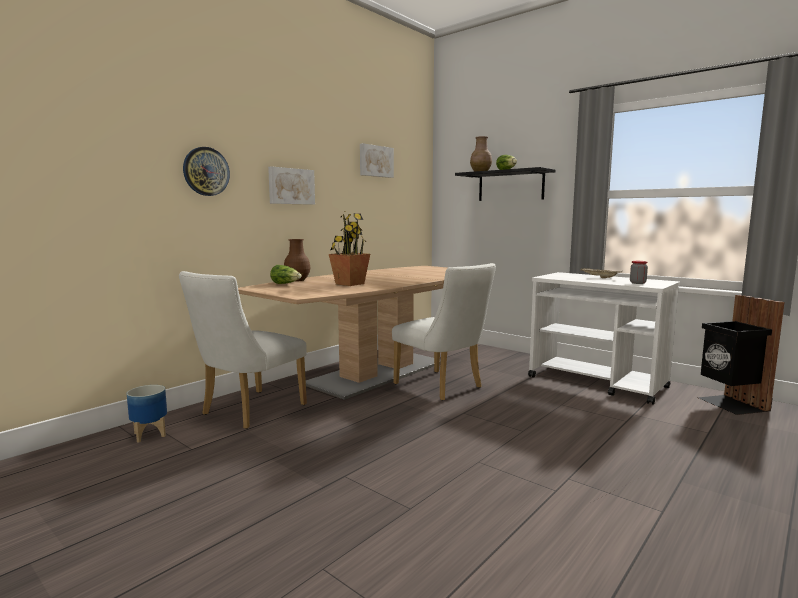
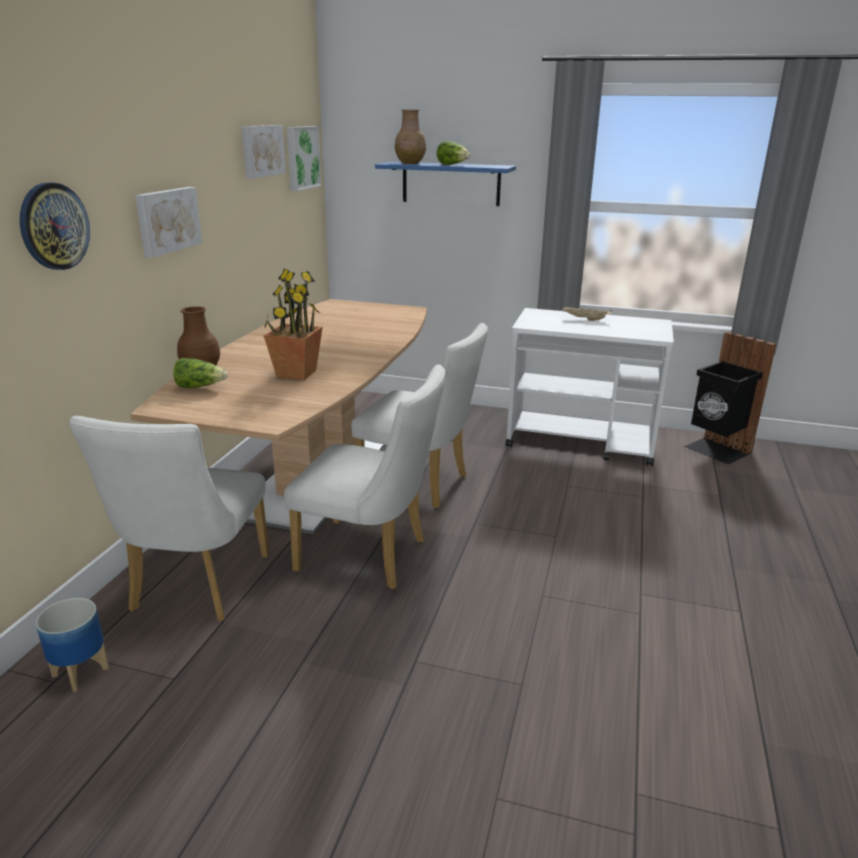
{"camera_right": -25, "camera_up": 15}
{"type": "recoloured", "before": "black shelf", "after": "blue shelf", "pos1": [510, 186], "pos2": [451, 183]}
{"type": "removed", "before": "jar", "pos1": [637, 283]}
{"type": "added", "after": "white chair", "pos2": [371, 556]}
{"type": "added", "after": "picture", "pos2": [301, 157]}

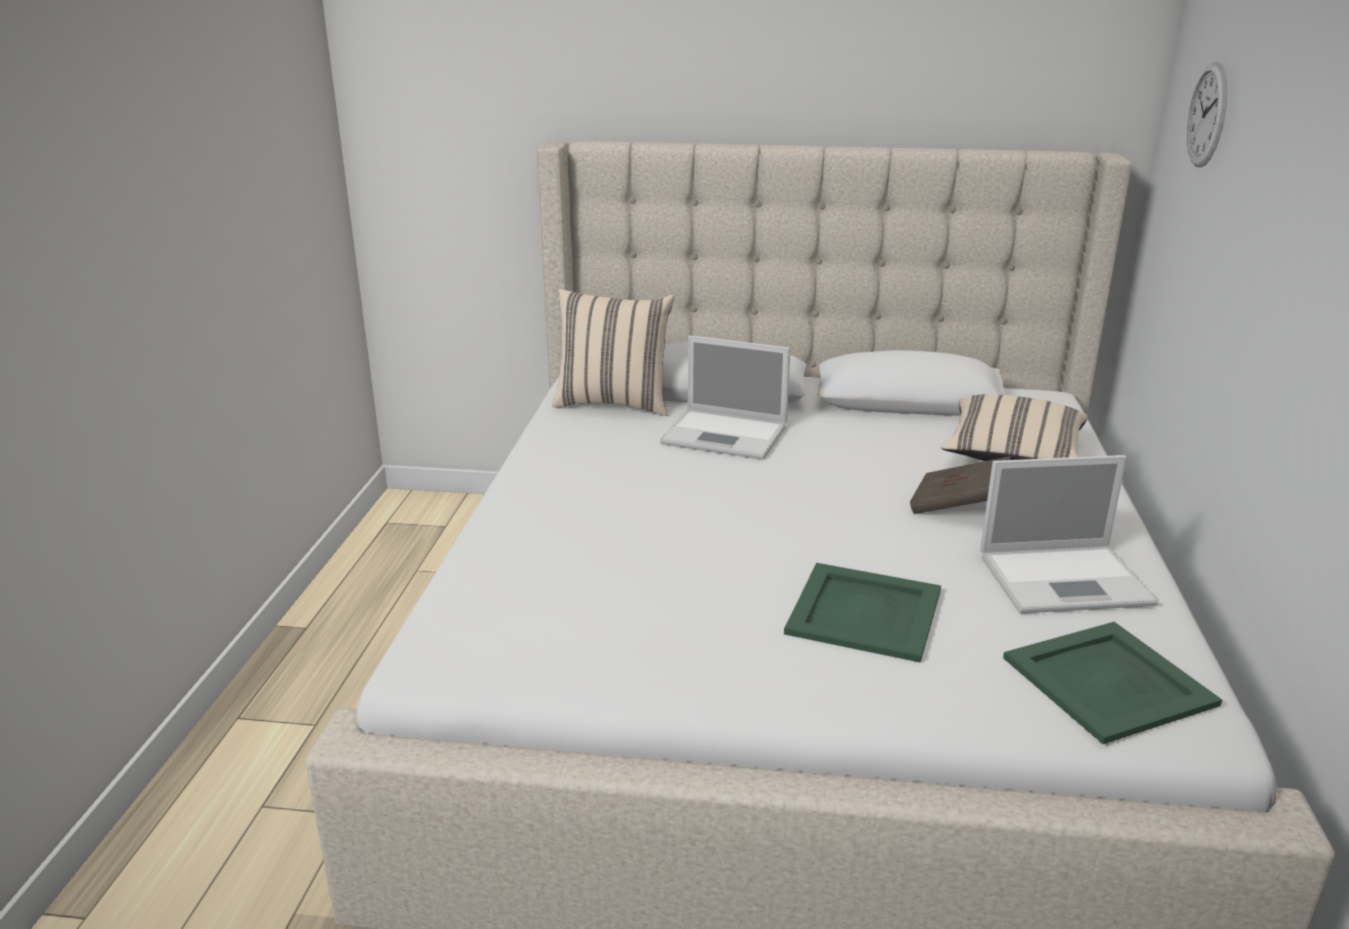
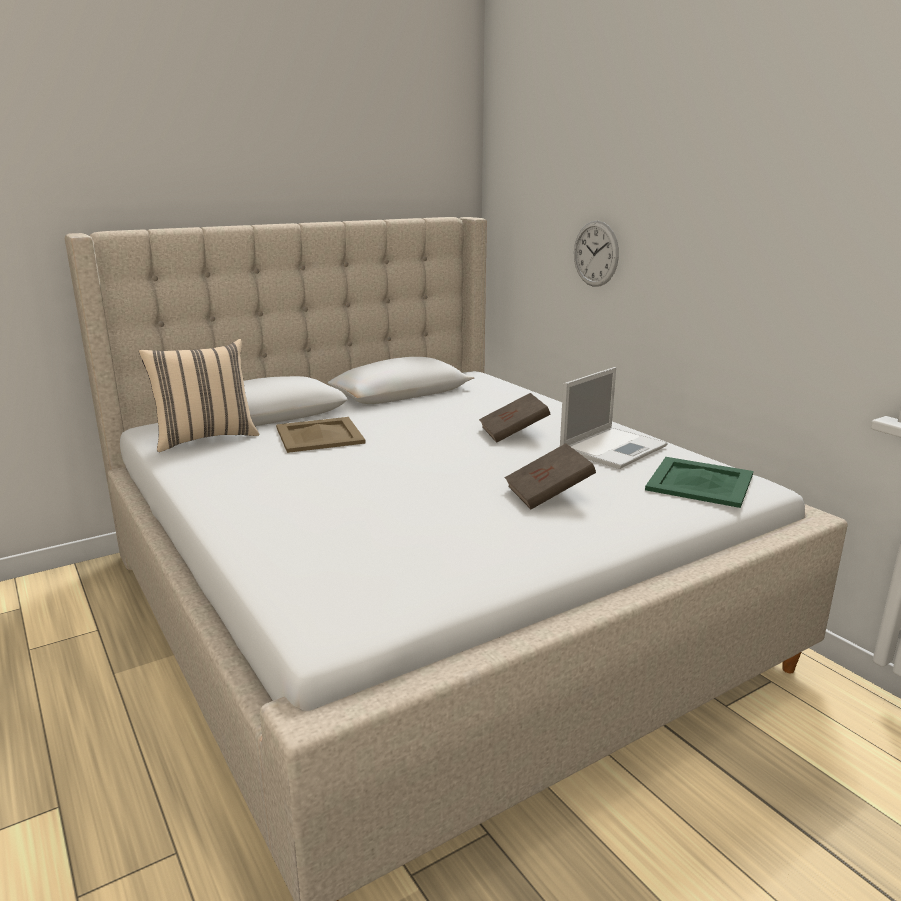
{"camera_right": -40, "camera_up": -5}
{"type": "replaced", "before": "laptop", "after": "beige tray", "pos1": [727, 435], "pos2": [320, 435]}
{"type": "replaced", "before": "green tray", "after": "brown book", "pos1": [863, 611], "pos2": [548, 494]}
{"type": "removed", "before": "beige pillow", "pos1": [1013, 457]}
{"type": "moved", "before": "wall clock", "pos1": [1207, 115], "pos2": [595, 254]}

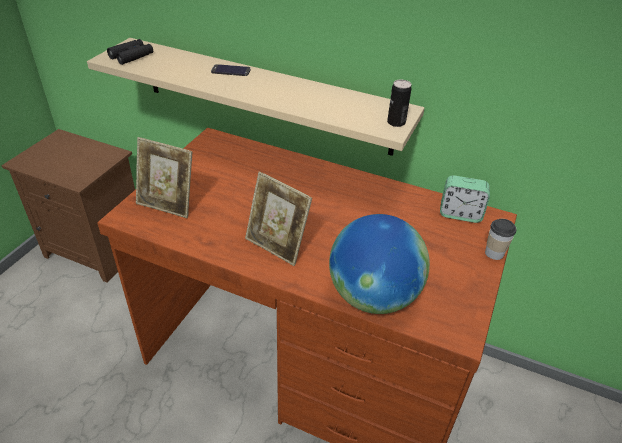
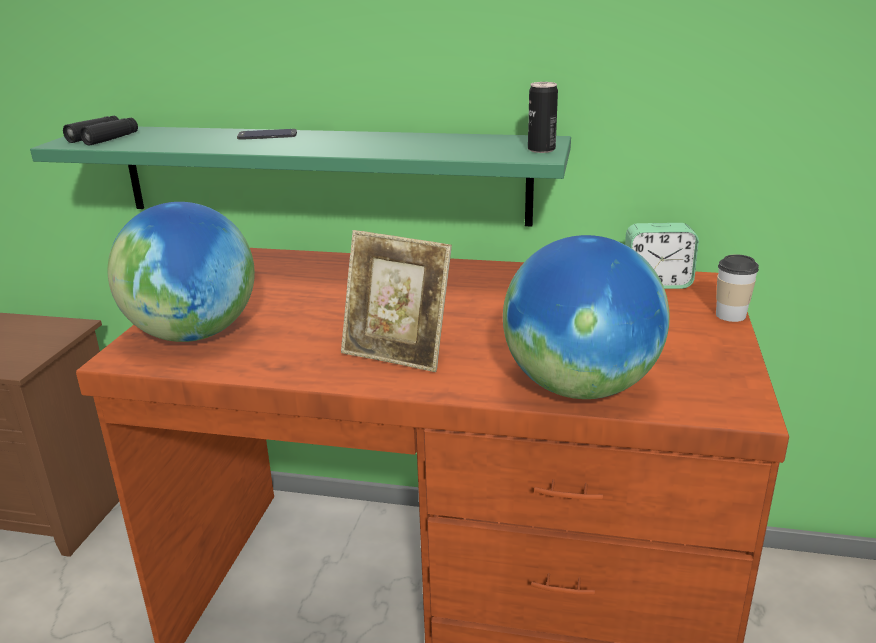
{"camera_right": -10, "camera_up": -15}
{"type": "recoloured", "before": "beige shelf", "after": "green shelf", "pos1": [265, 95], "pos2": [321, 174]}
{"type": "replaced", "before": "picture frame", "after": "globe", "pos1": [167, 204], "pos2": [195, 334]}

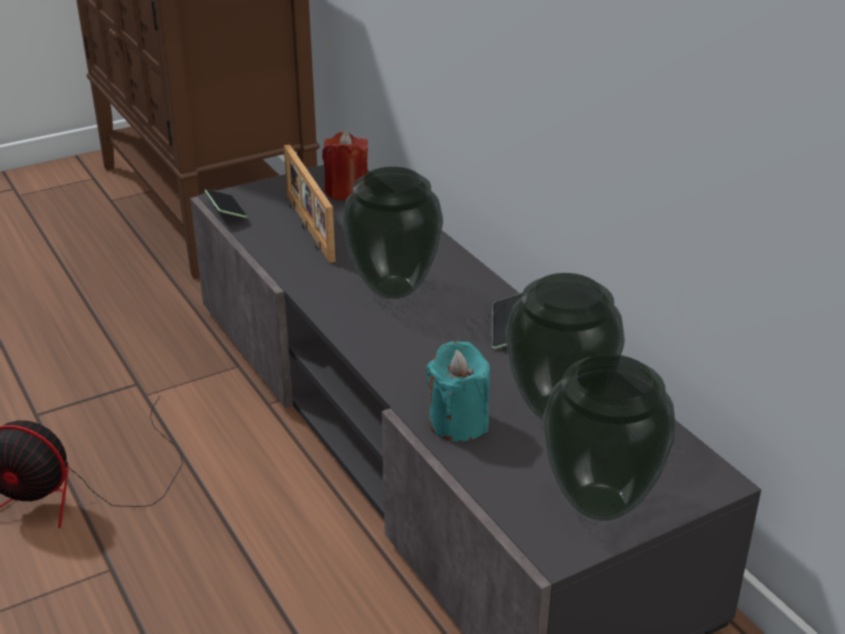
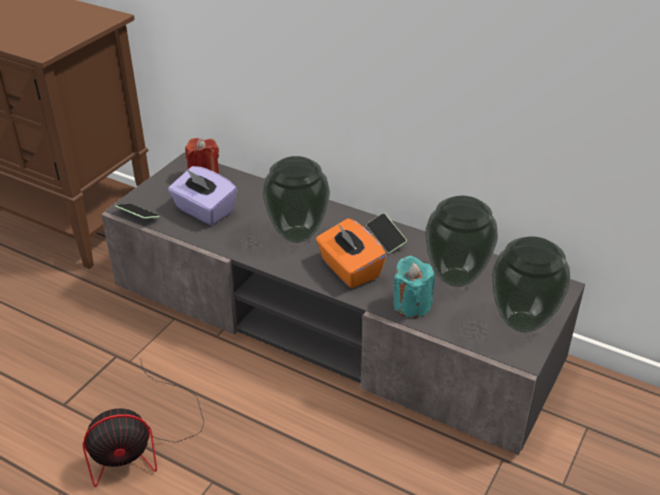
{"camera_right": -30, "camera_up": 5}
{"type": "replaced", "before": "picture frame", "after": "purple tissue box", "pos1": [307, 228], "pos2": [204, 211]}
{"type": "added", "after": "orange tissue box", "pos2": [349, 269]}

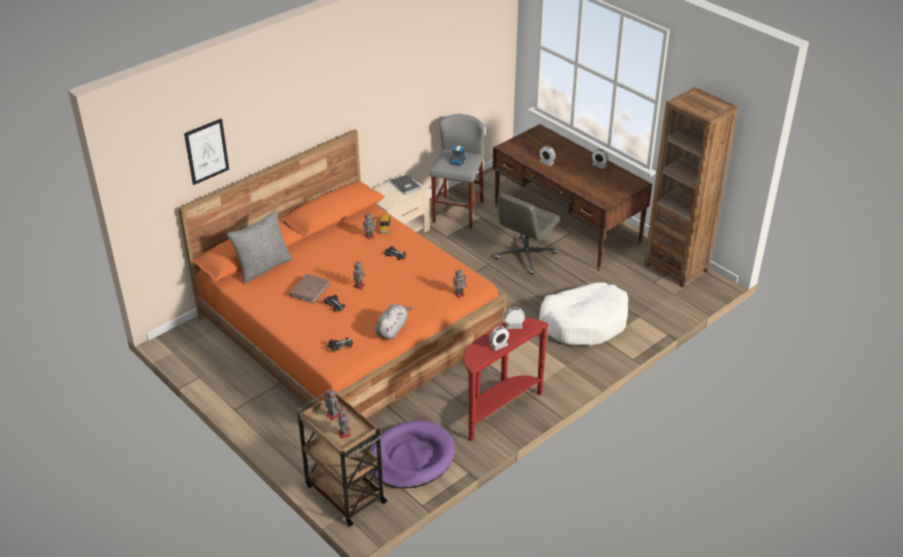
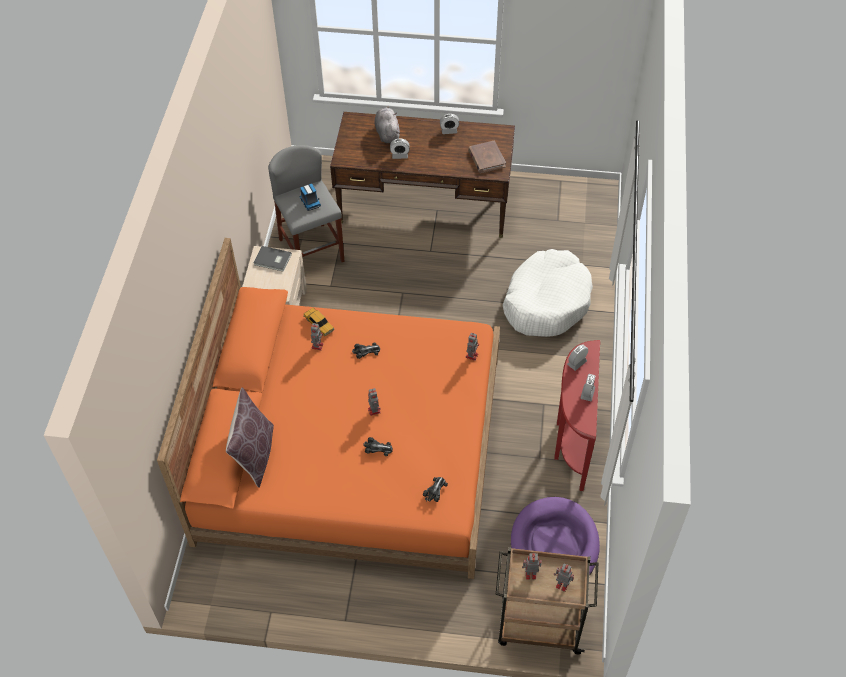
{"camera_right": -40, "camera_up": 15}
{"type": "removed", "before": "picture", "pos1": [206, 151]}
{"type": "recoloured", "before": "grey pillow", "after": "brown pillow", "pos1": [263, 267], "pos2": [254, 454]}
{"type": "moved", "before": "brown book", "pos1": [309, 290], "pos2": [486, 158]}
{"type": "moved", "before": "grey plush toy", "pos1": [392, 329], "pos2": [387, 133]}
{"type": "removed", "before": "grey office chair", "pos1": [525, 256]}
{"type": "removed", "before": "brown bookcase", "pos1": [676, 267]}

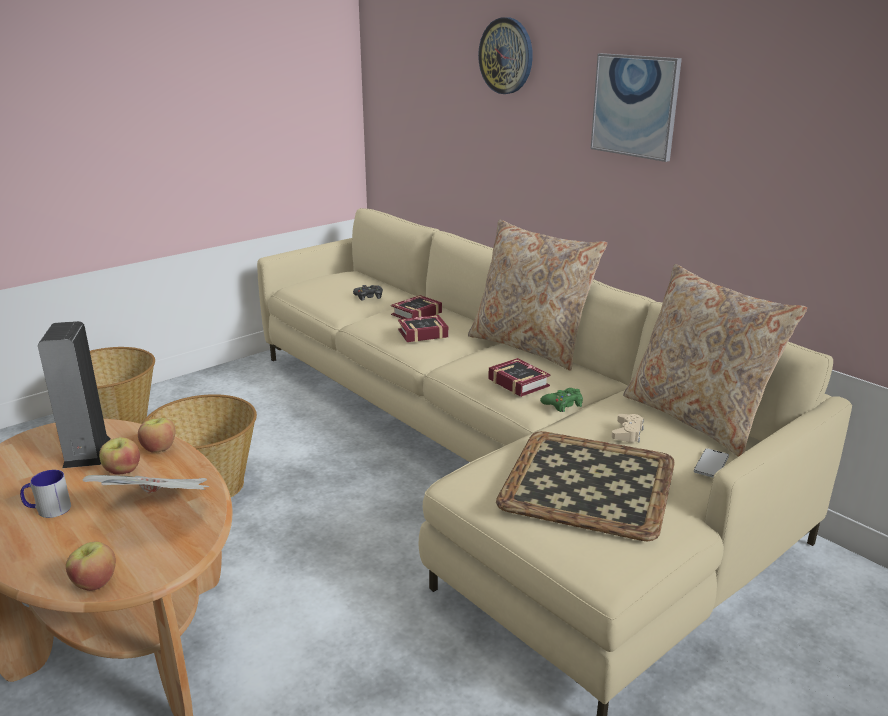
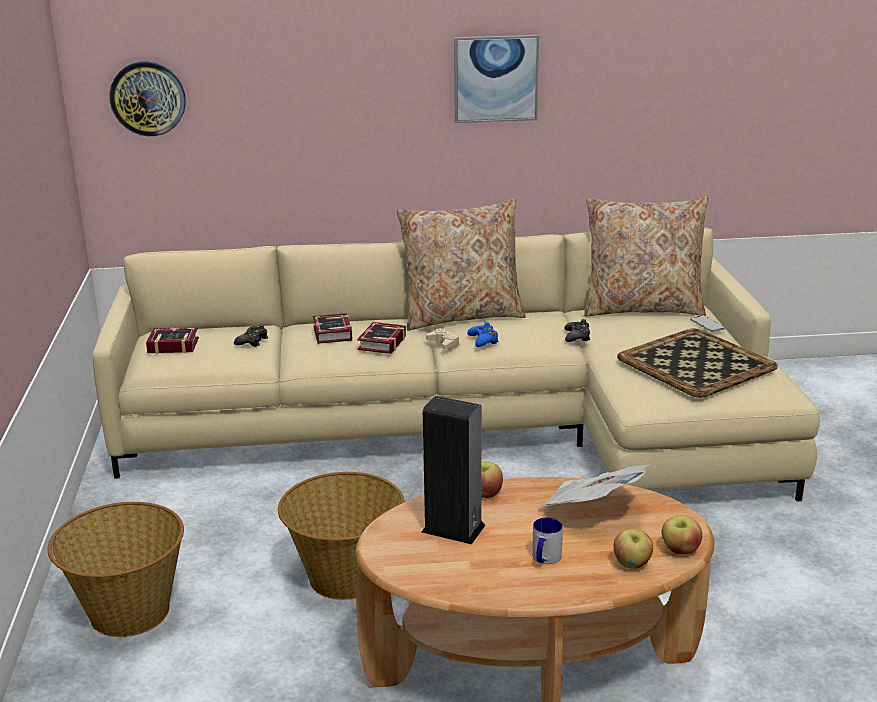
{"camera_right": -55, "camera_up": 0}
{"type": "moved", "before": "apple", "pos1": [122, 471], "pos2": [632, 564]}
{"type": "moved", "before": "wall clock", "pos1": [506, 56], "pos2": [148, 98]}
{"type": "moved", "before": "book", "pos1": [518, 381], "pos2": [171, 345]}
{"type": "recoloured", "before": "green game controller", "after": "black game controller", "pos1": [563, 404], "pos2": [577, 337]}
{"type": "moved", "before": "beige game controller", "pos1": [627, 433], "pos2": [443, 343]}
{"type": "added", "after": "blue game controller", "pos2": [483, 340]}

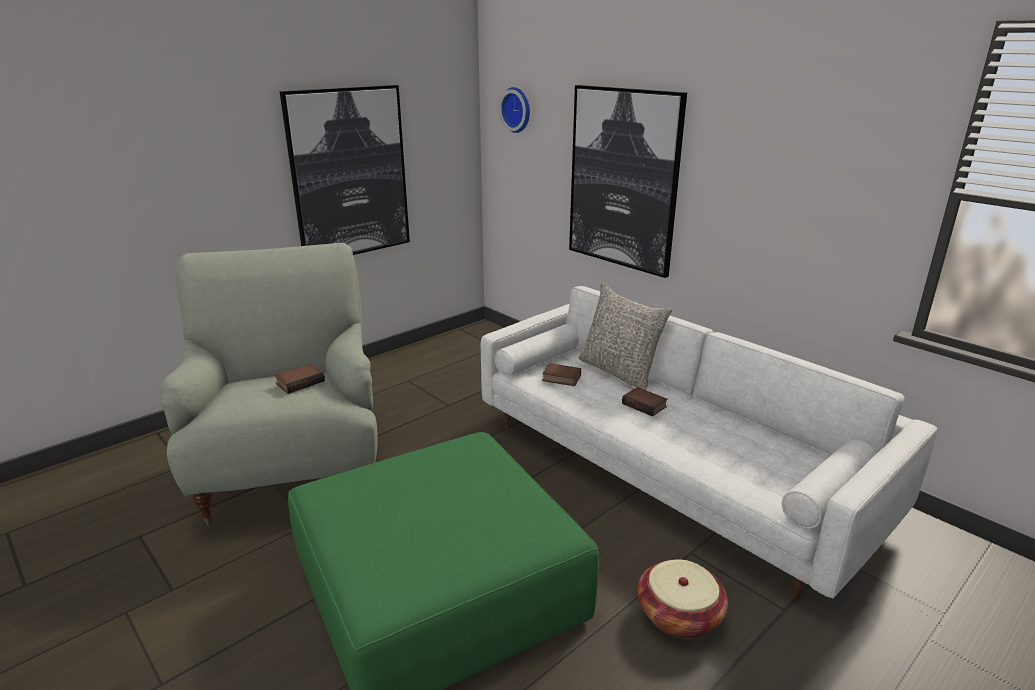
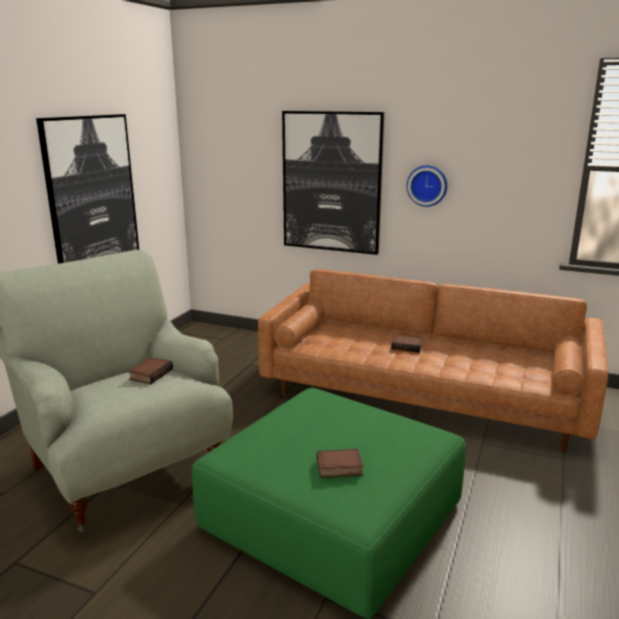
{"camera_right": -25, "camera_up": -5}
{"type": "recoloured", "before": "white sofa", "after": "brown sofa", "pos1": [668, 469], "pos2": [423, 395]}
{"type": "moved", "before": "wall clock", "pos1": [517, 109], "pos2": [427, 185]}
{"type": "moved", "before": "book", "pos1": [560, 378], "pos2": [338, 468]}
{"type": "removed", "before": "grey pillow", "pos1": [619, 372]}
{"type": "removed", "before": "basket", "pos1": [679, 615]}

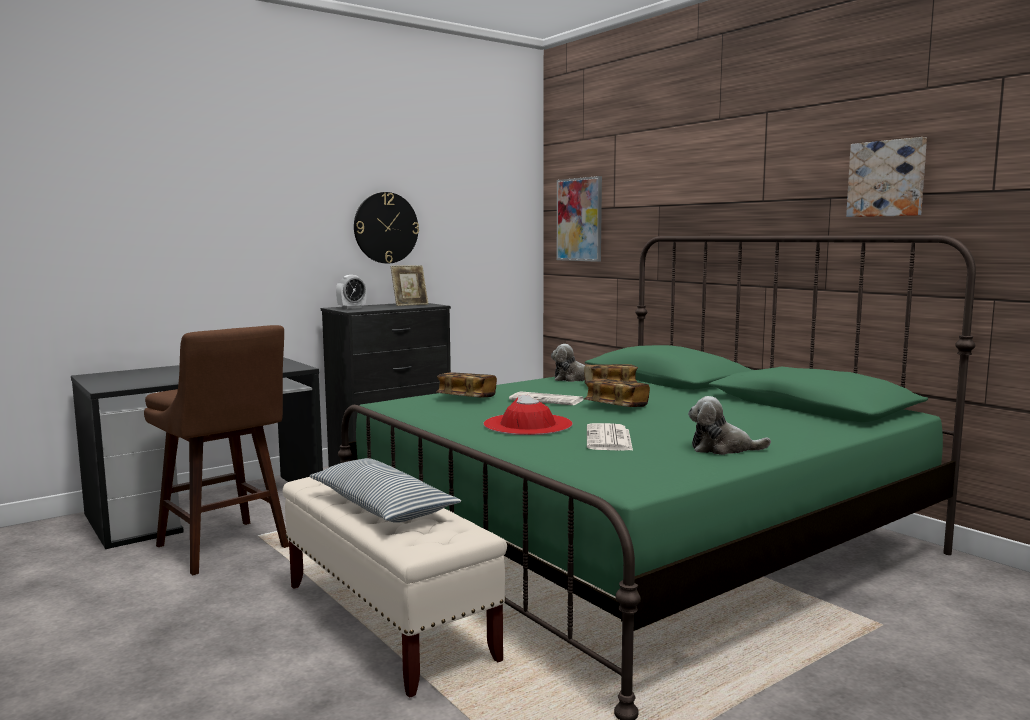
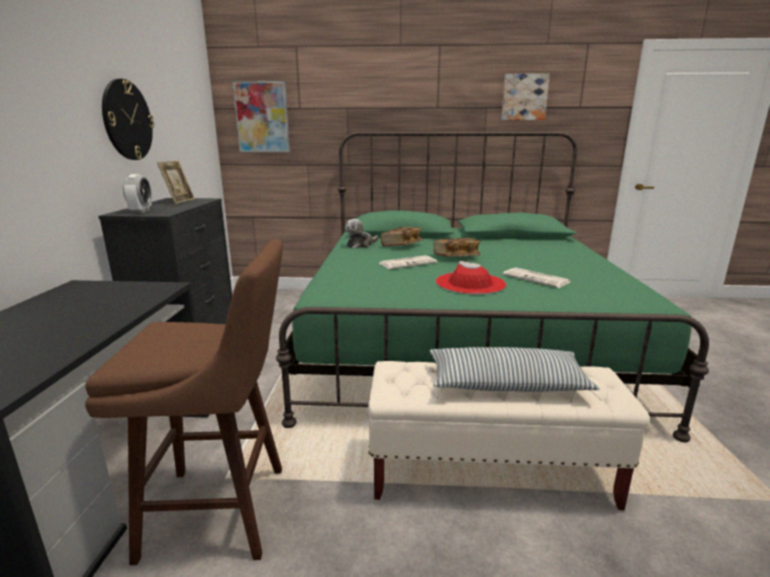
{"camera_right": -50, "camera_up": 10}
{"type": "removed", "before": "book", "pos1": [467, 398]}
{"type": "removed", "before": "plush toy", "pos1": [722, 449]}

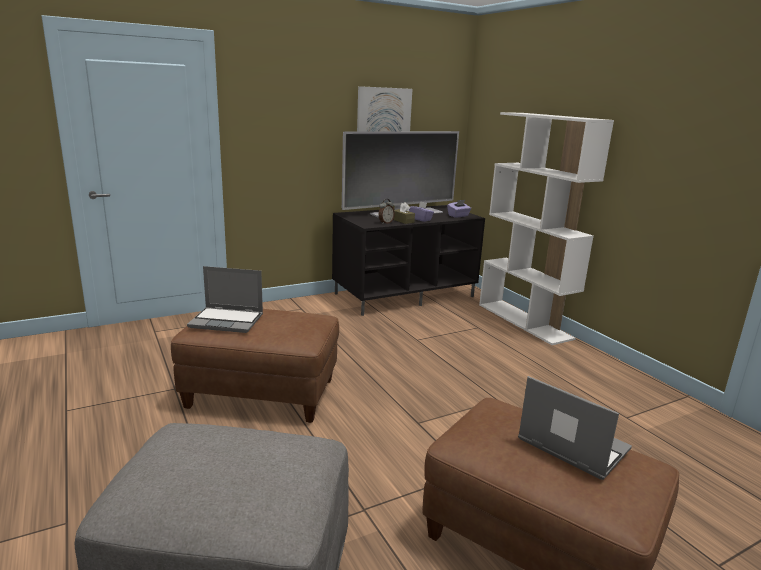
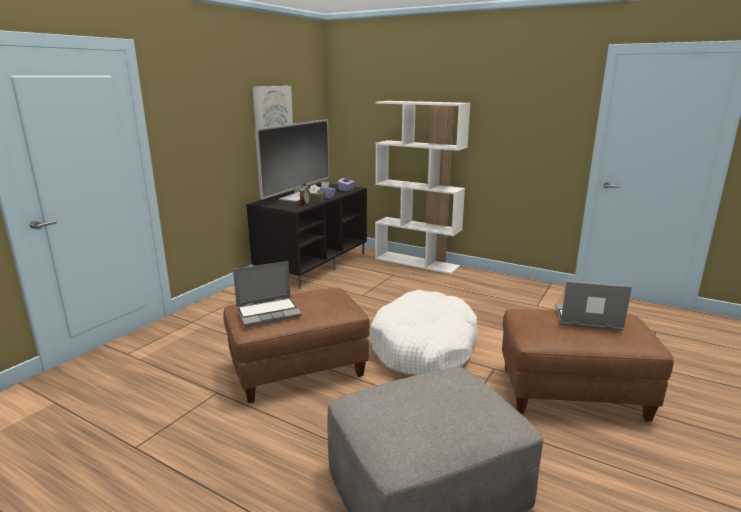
{"camera_right": -30, "camera_up": 0}
{"type": "added", "after": "white dog bed", "pos2": [424, 347]}

